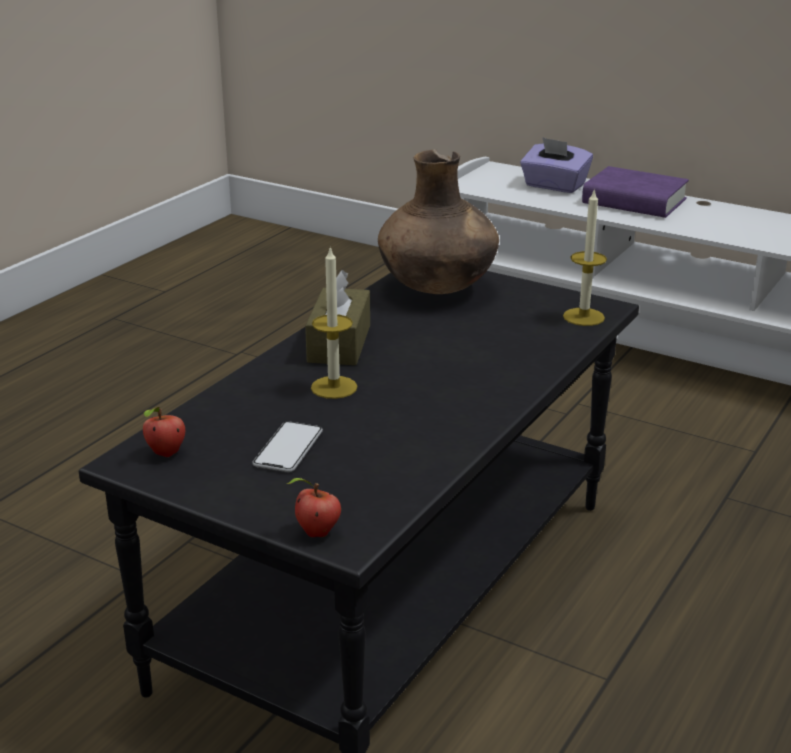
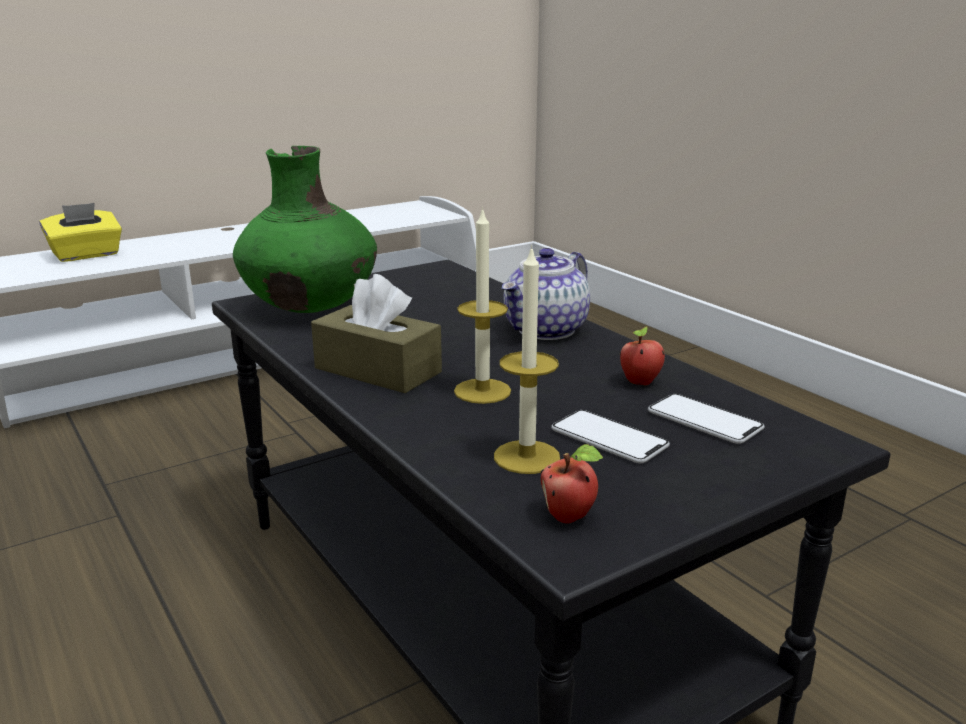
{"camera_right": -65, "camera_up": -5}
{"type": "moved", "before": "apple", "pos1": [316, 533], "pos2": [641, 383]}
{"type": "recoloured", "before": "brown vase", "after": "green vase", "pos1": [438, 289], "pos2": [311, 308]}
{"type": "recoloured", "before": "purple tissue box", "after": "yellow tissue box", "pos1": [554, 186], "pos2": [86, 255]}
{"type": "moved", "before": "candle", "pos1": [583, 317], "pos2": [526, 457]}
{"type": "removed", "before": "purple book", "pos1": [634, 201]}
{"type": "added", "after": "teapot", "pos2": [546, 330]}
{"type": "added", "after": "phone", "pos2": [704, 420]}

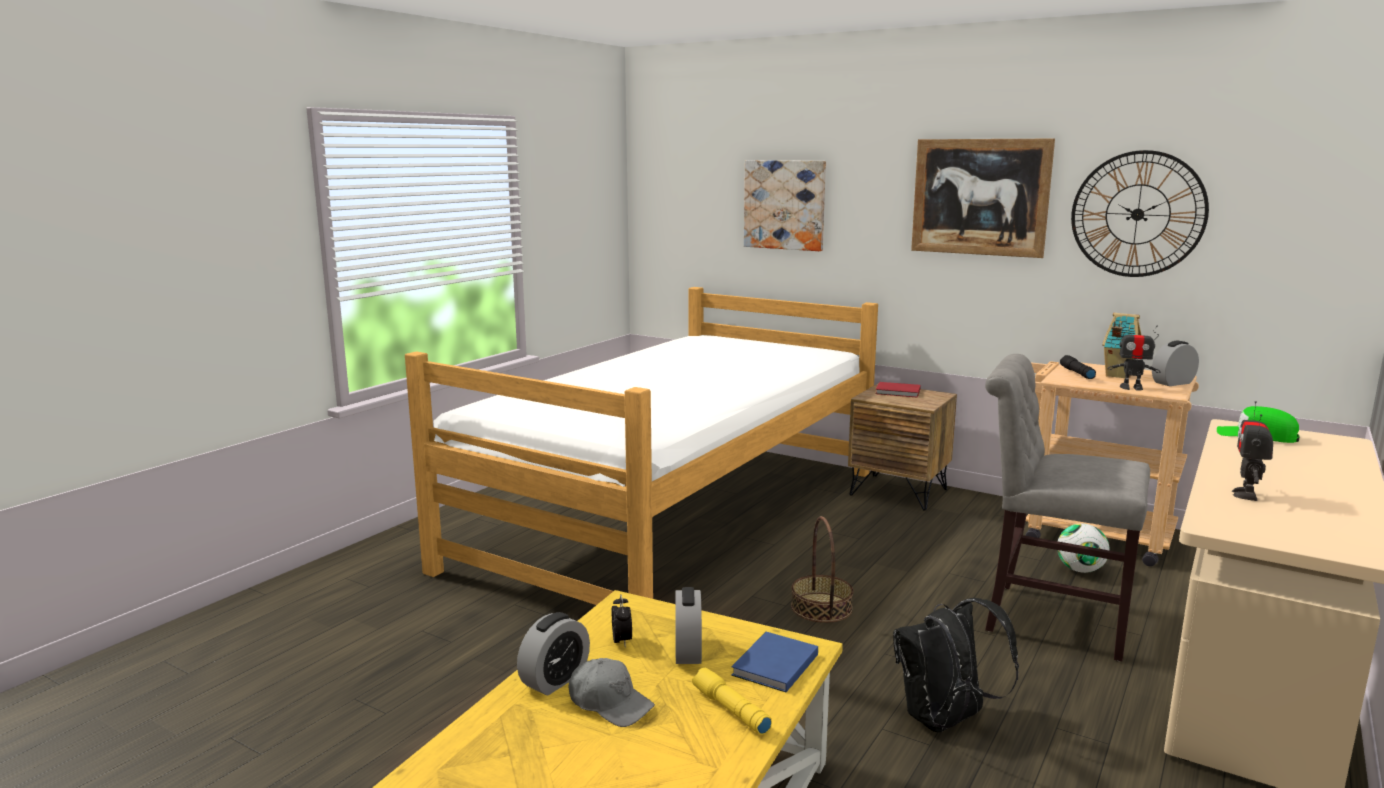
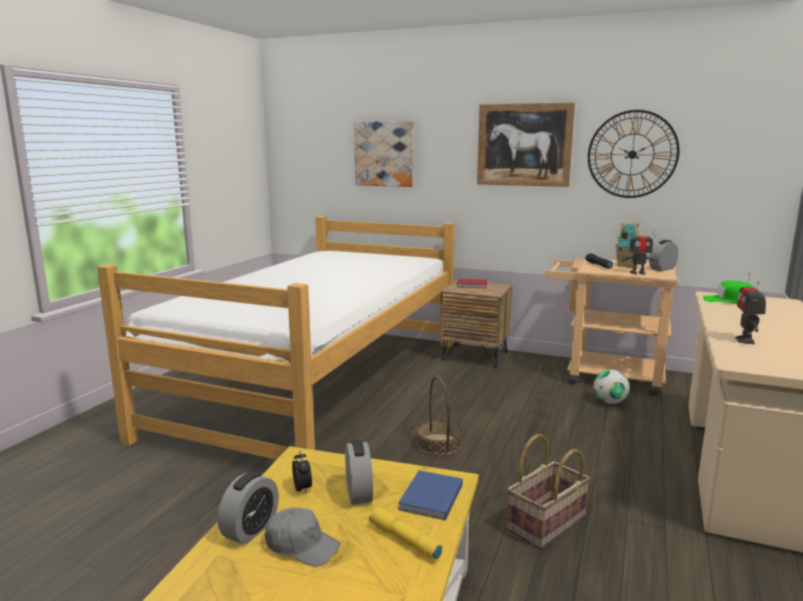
{"camera_right": -10, "camera_up": 0}
{"type": "replaced", "before": "black backpack", "after": "basket", "pos1": [944, 722], "pos2": [547, 524]}
{"type": "removed", "before": "grey chair", "pos1": [1048, 618]}

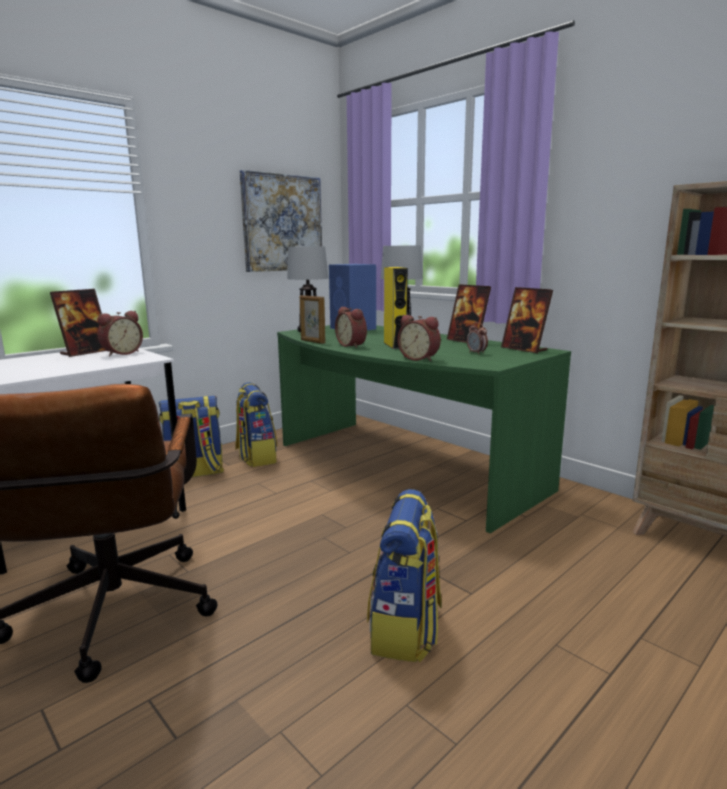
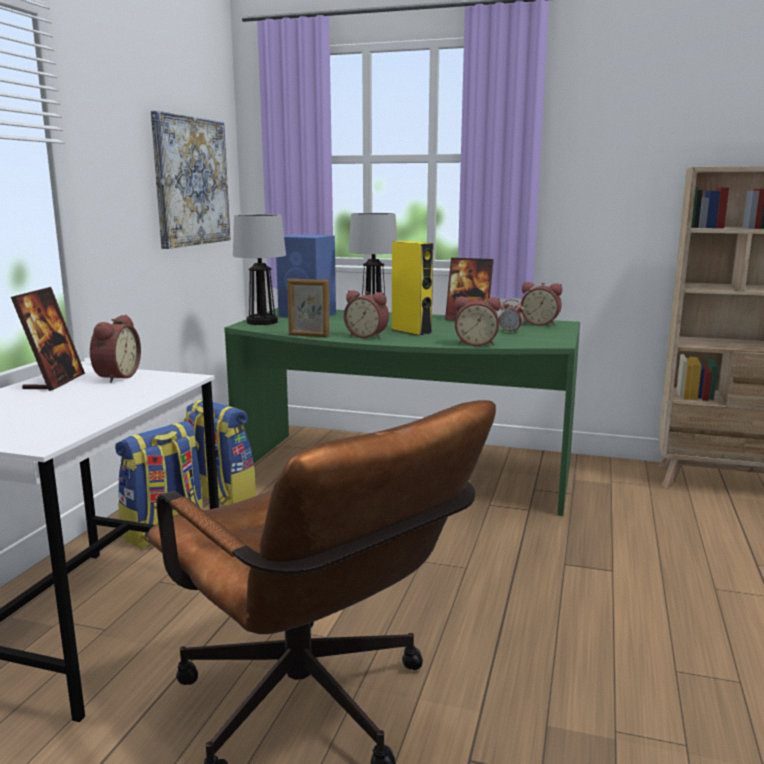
{"camera_right": -30, "camera_up": 0}
{"type": "removed", "before": "backpack", "pos1": [405, 629]}
{"type": "replaced", "before": "picture frame", "after": "alarm clock", "pos1": [524, 349], "pos2": [540, 324]}

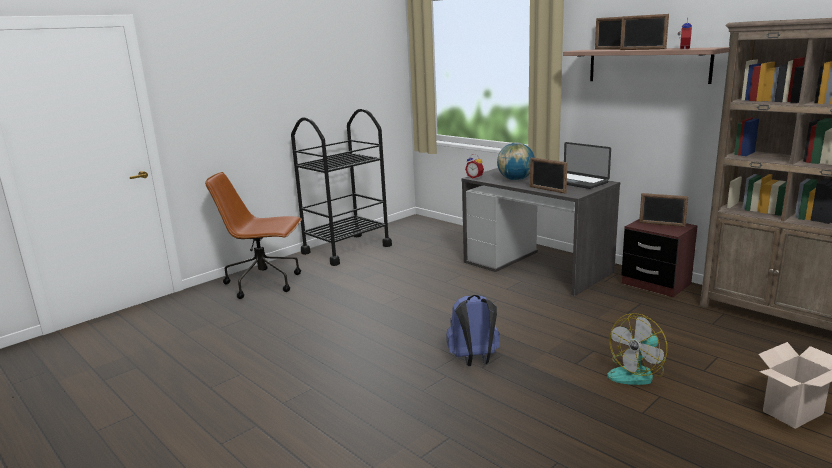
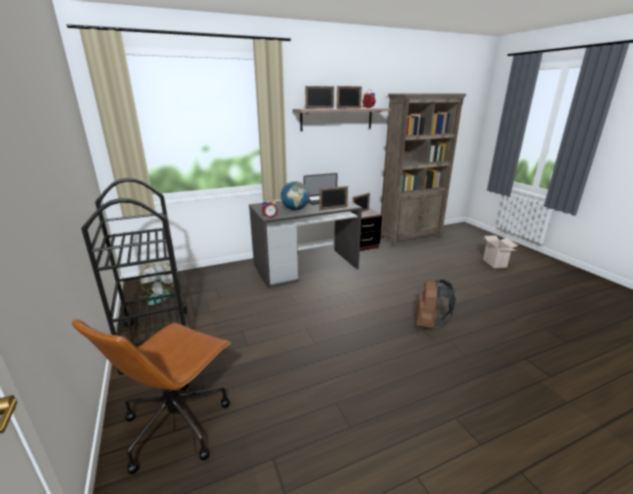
{"camera_right": -70, "camera_up": 5}
{"type": "recoloured", "before": "blue backpack", "after": "brown backpack", "pos1": [474, 360], "pos2": [429, 324]}
{"type": "moved", "before": "fan", "pos1": [636, 373], "pos2": [159, 295]}

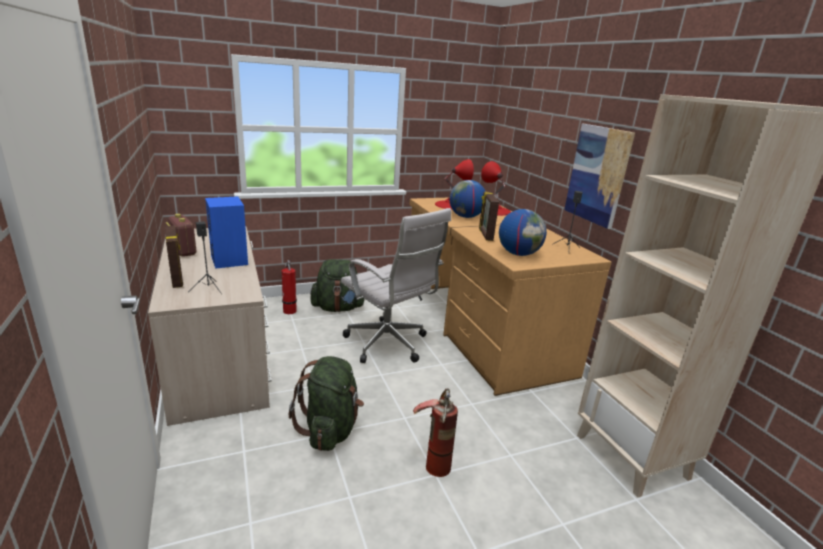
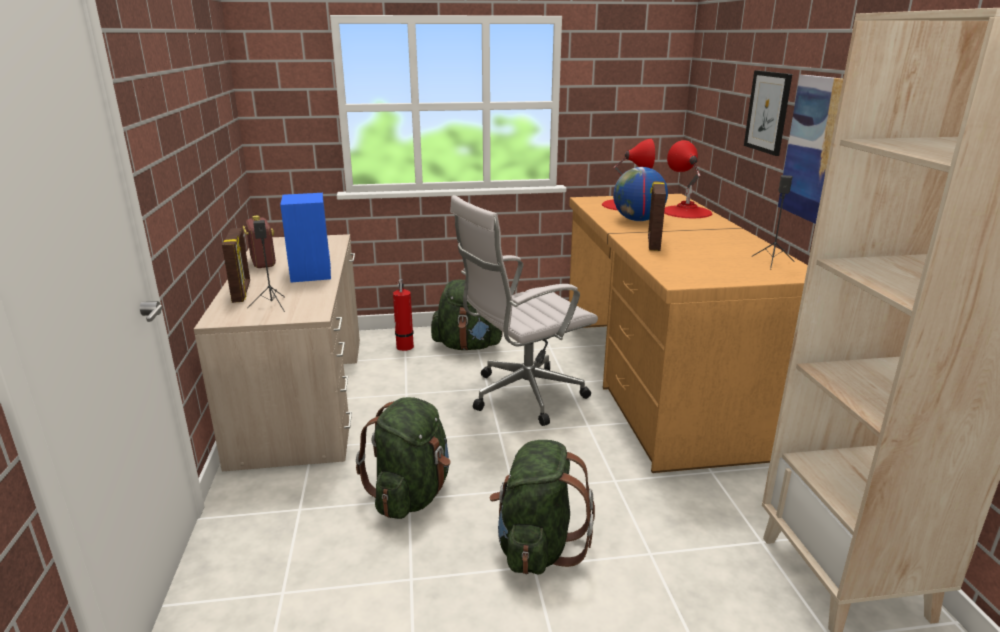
{"camera_right": 15, "camera_up": 0}
{"type": "turned", "before": "white office chair", "pos1": [389, 345], "pos2": [522, 396], "turn": 90}
{"type": "replaced", "before": "fire extinguisher", "after": "green backpack", "pos1": [434, 459], "pos2": [537, 547]}
{"type": "removed", "before": "globe", "pos1": [518, 254]}
{"type": "added", "after": "picture", "pos2": [768, 112]}

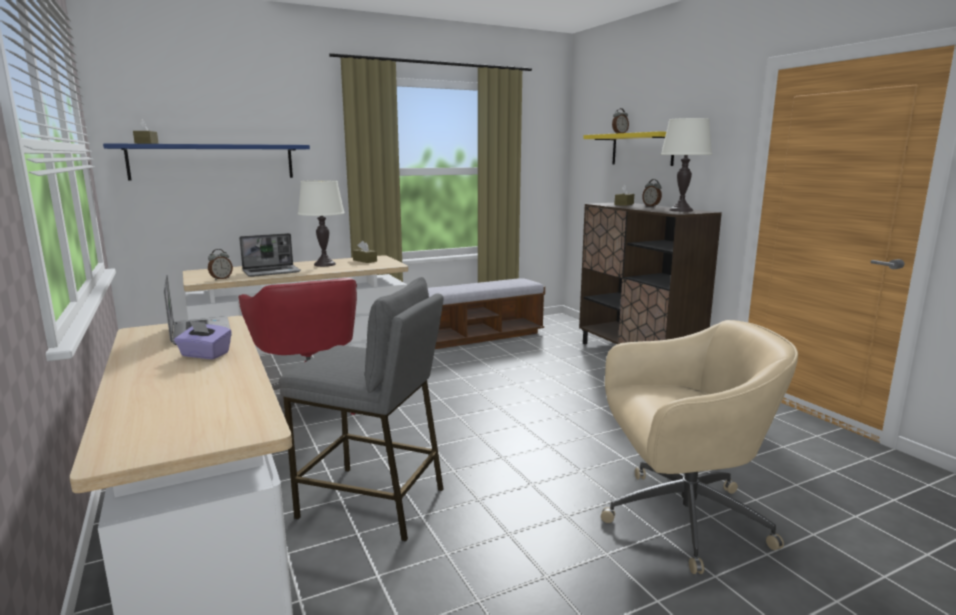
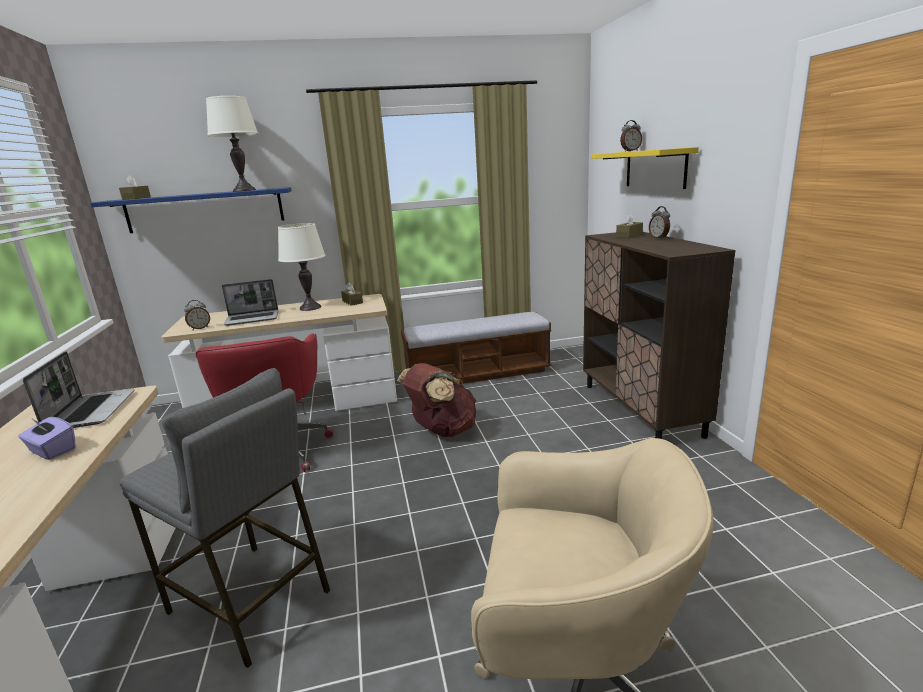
{"camera_right": 15, "camera_up": 5}
{"type": "moved", "before": "white table lamp", "pos1": [681, 210], "pos2": [244, 190]}
{"type": "added", "after": "brown backpack", "pos2": [442, 431]}

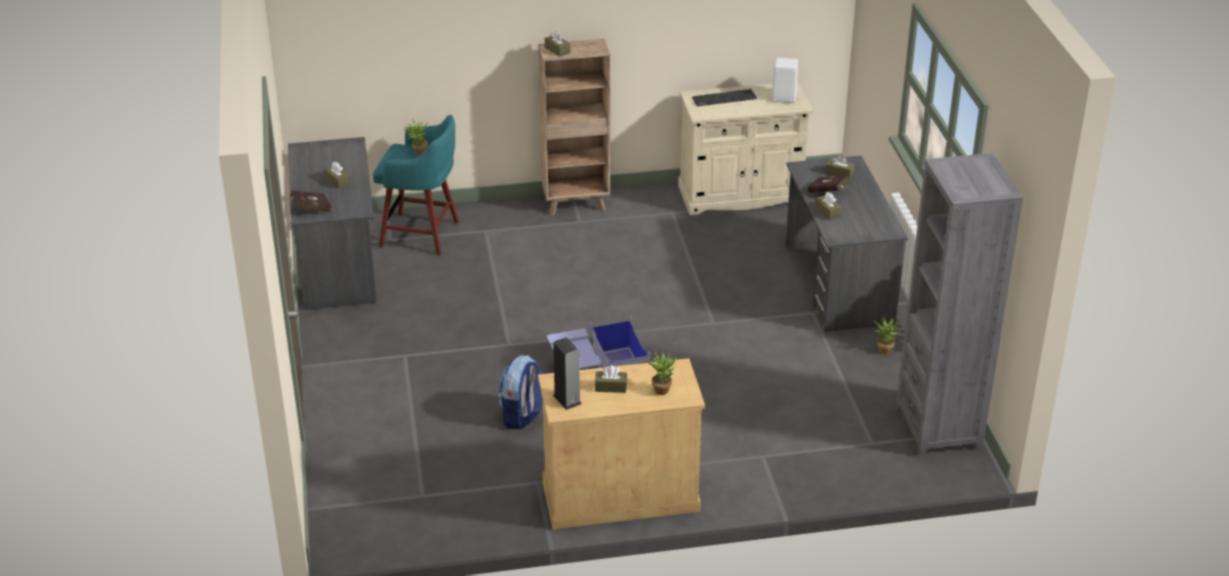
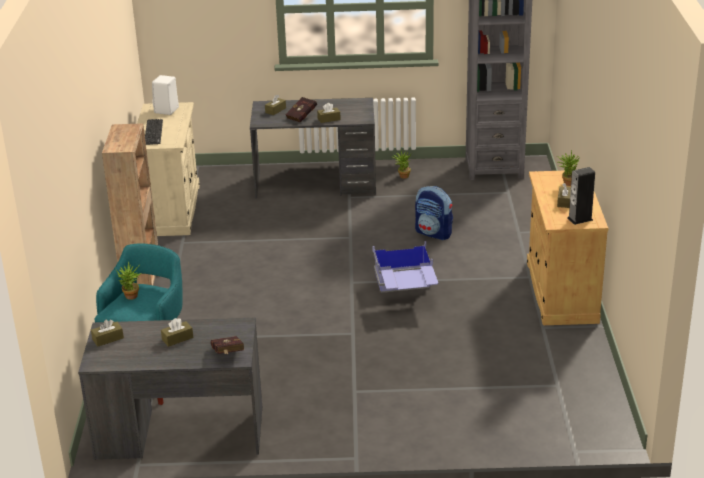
{"camera_right": -80, "camera_up": -5}
{"type": "moved", "before": "backpack", "pos1": [522, 416], "pos2": [434, 233]}
{"type": "moved", "before": "brown tissue box", "pos1": [557, 50], "pos2": [108, 339]}

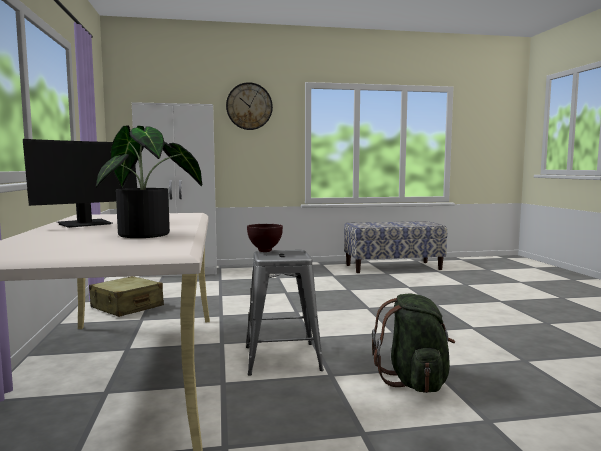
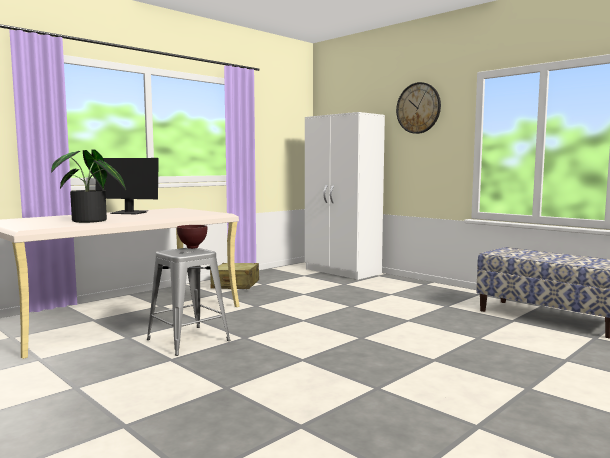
{"camera_right": 55, "camera_up": 0}
{"type": "removed", "before": "green backpack", "pos1": [414, 381]}

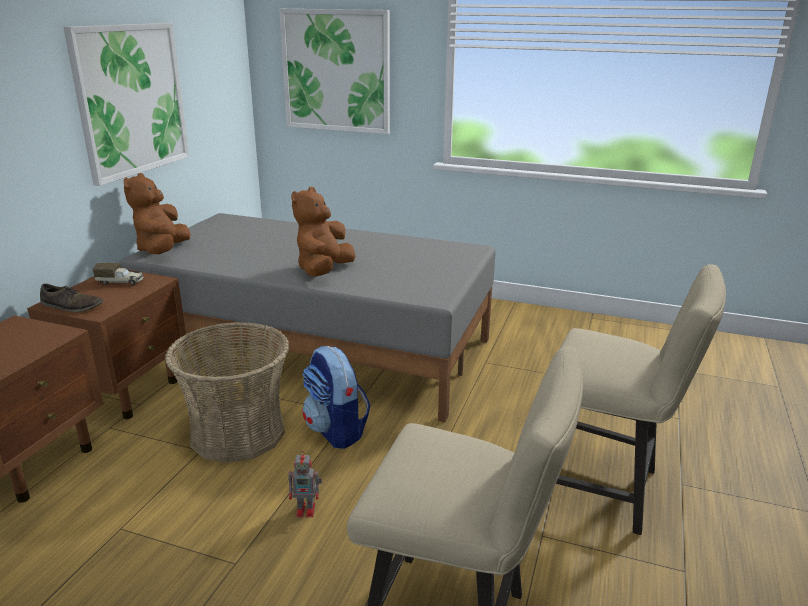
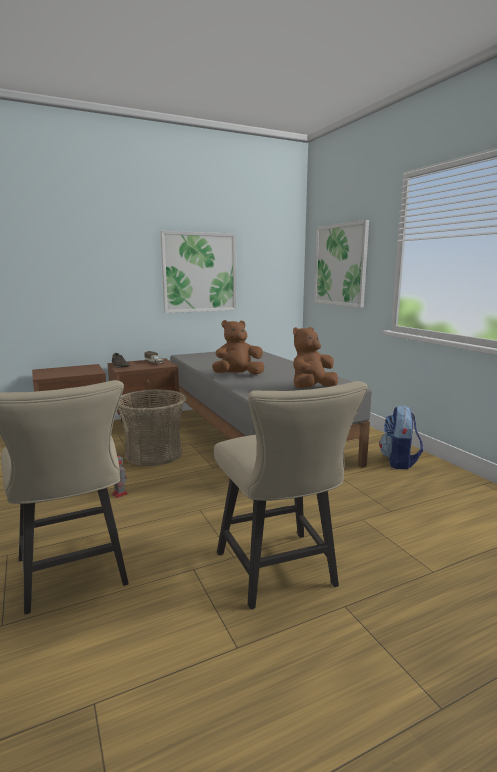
{"camera_right": 45, "camera_up": -10}
{"type": "moved", "before": "brown plush toy", "pos1": [162, 250], "pos2": [312, 389]}
{"type": "moved", "before": "backpack", "pos1": [336, 431], "pos2": [399, 462]}

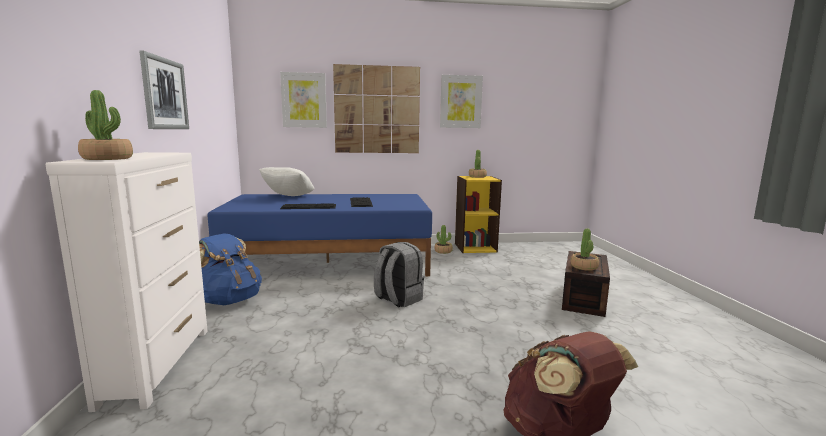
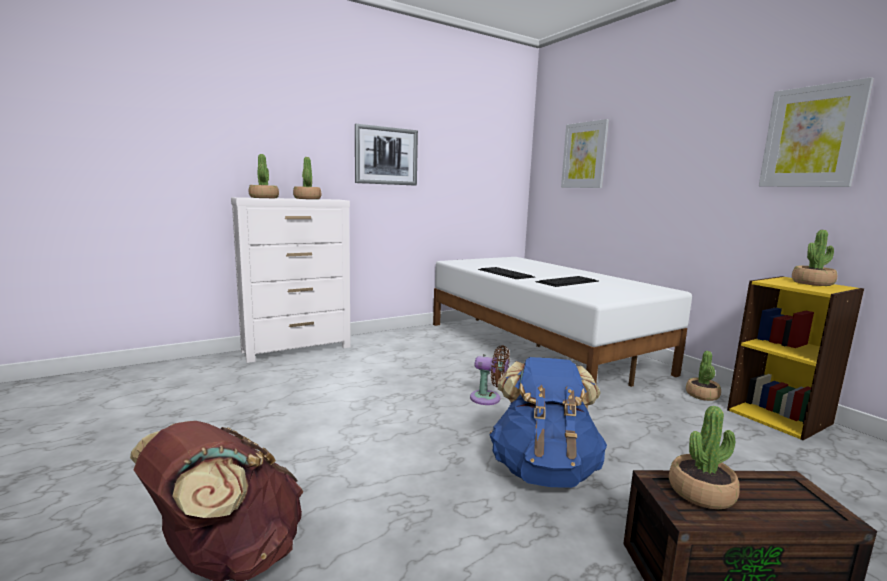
{"camera_right": 65, "camera_up": 0}
{"type": "moved", "before": "blue backpack", "pos1": [229, 300], "pos2": [544, 470]}
{"type": "recoloured", "before": "blue bed", "after": "white bed", "pos1": [328, 261], "pos2": [539, 346]}
{"type": "removed", "before": "white pillow", "pos1": [288, 197]}
{"type": "removed", "before": "picture", "pos1": [377, 110]}
{"type": "replaced", "before": "grey backpack", "after": "brown fan", "pos1": [398, 299], "pos2": [488, 399]}
{"type": "added", "after": "potted plant", "pos2": [307, 198]}

